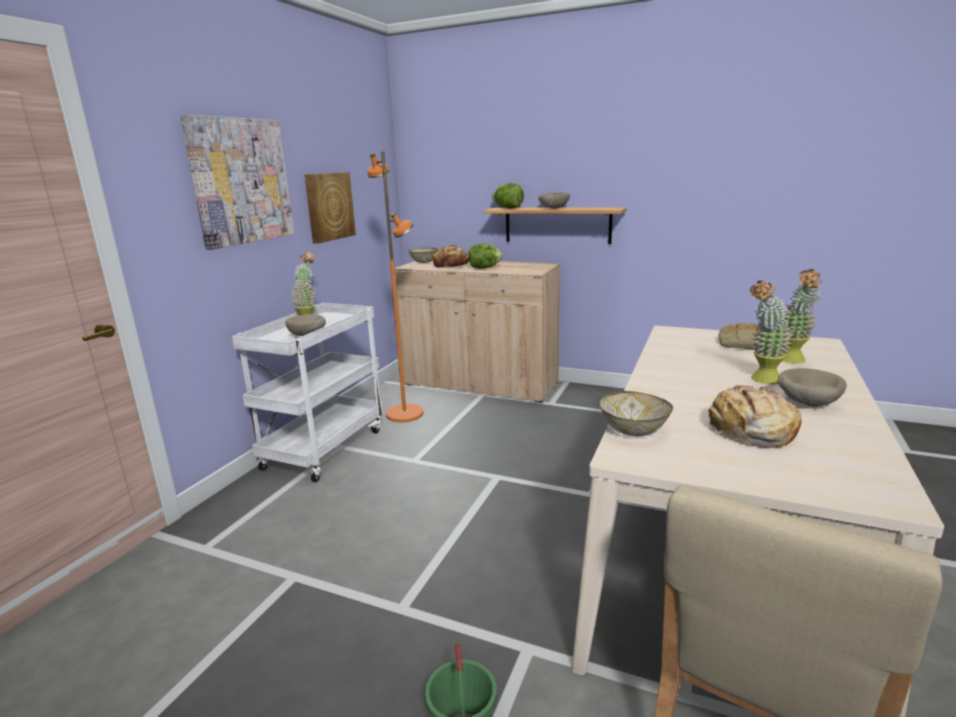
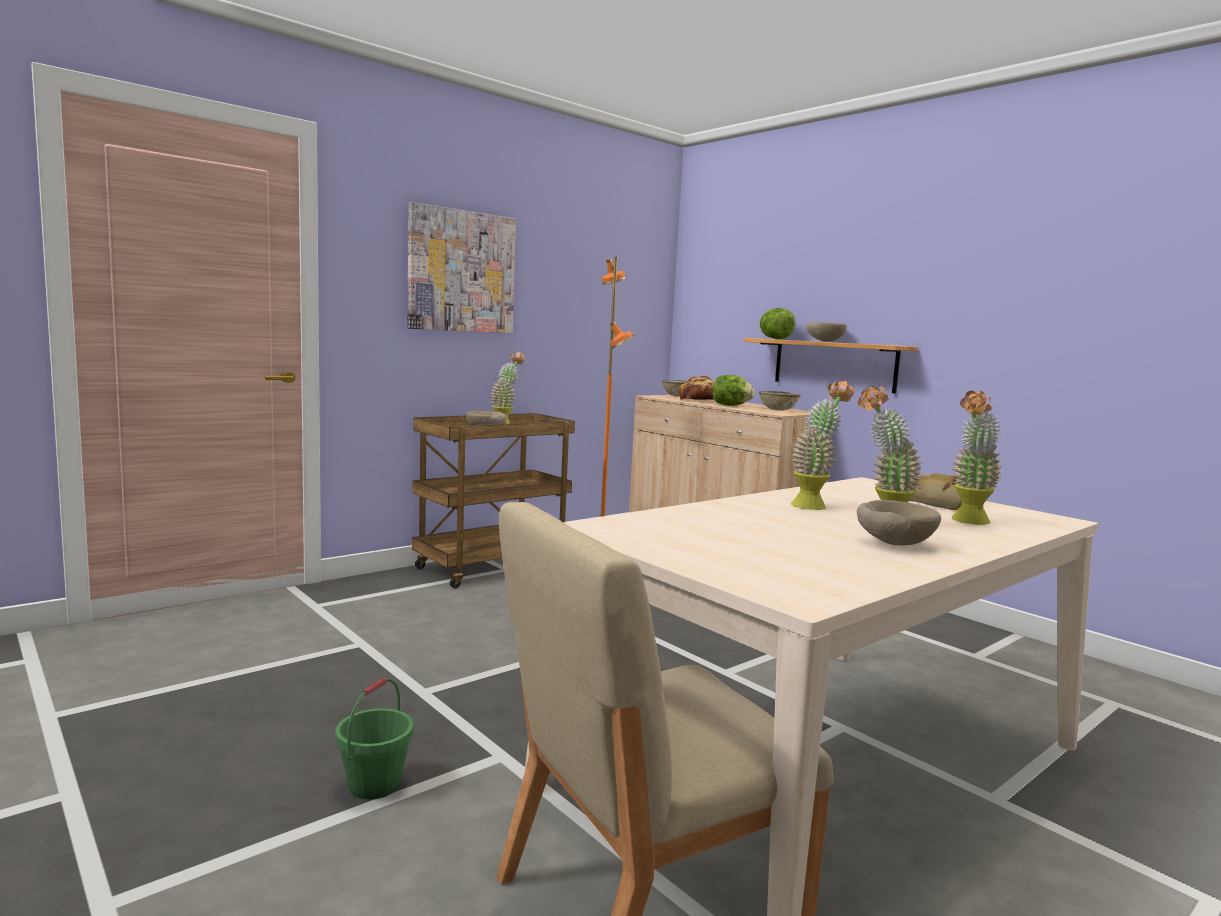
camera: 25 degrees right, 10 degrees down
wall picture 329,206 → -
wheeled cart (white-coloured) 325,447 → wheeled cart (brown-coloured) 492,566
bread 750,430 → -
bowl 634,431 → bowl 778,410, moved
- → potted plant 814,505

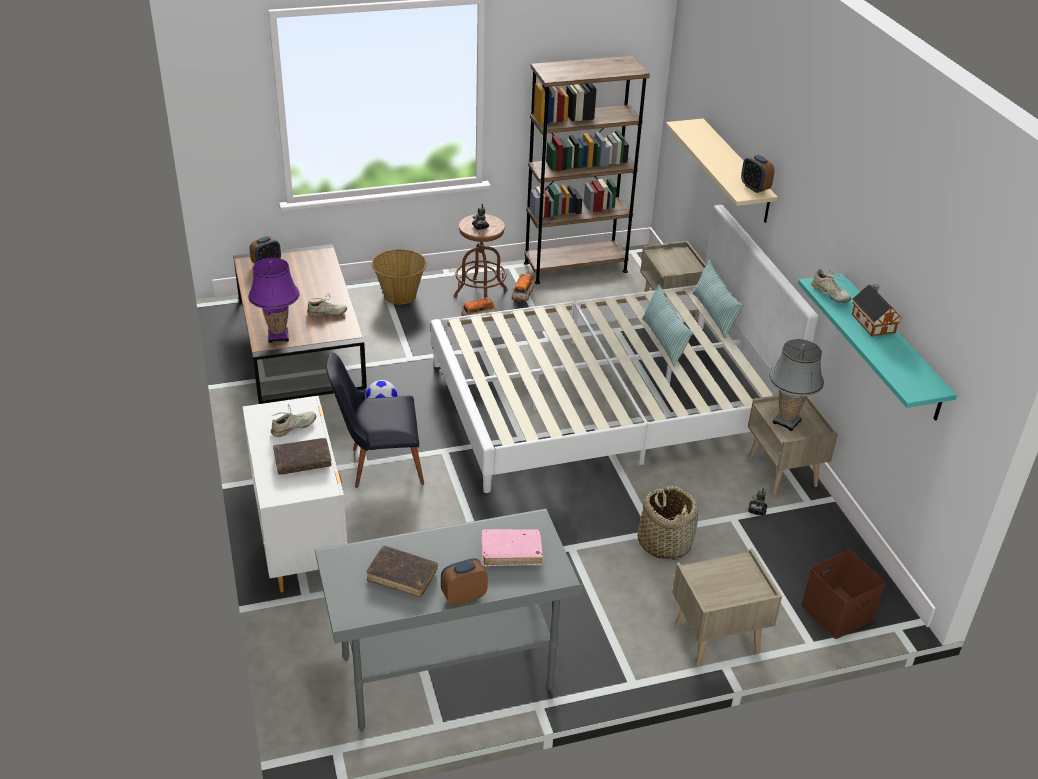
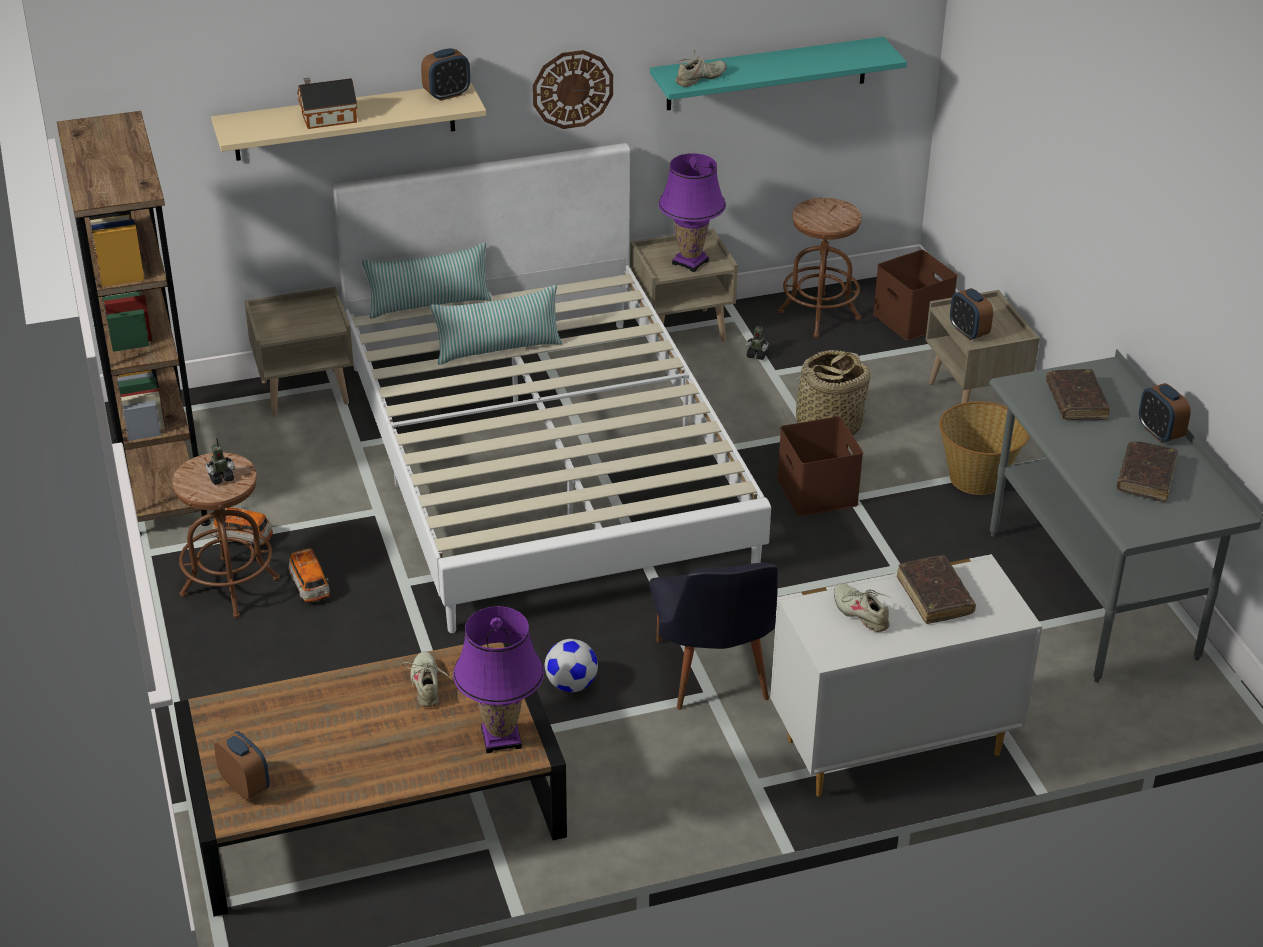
camera: 90 degrees left, 0 degrees up
household basket 400,296 → household basket 977,478, moved
toy house 872,322 → toy house 326,118, moved
table lamp (grey) 786,422 → table lamp (purplish) 690,262
volume (pink) 511,552 → volume (brown-coloured) 1076,402
- → hanging clock 572,89
- → stool (brown-coloured) 819,315
- → bedside clock 968,332
- → storage box (brown-coloured) 815,491

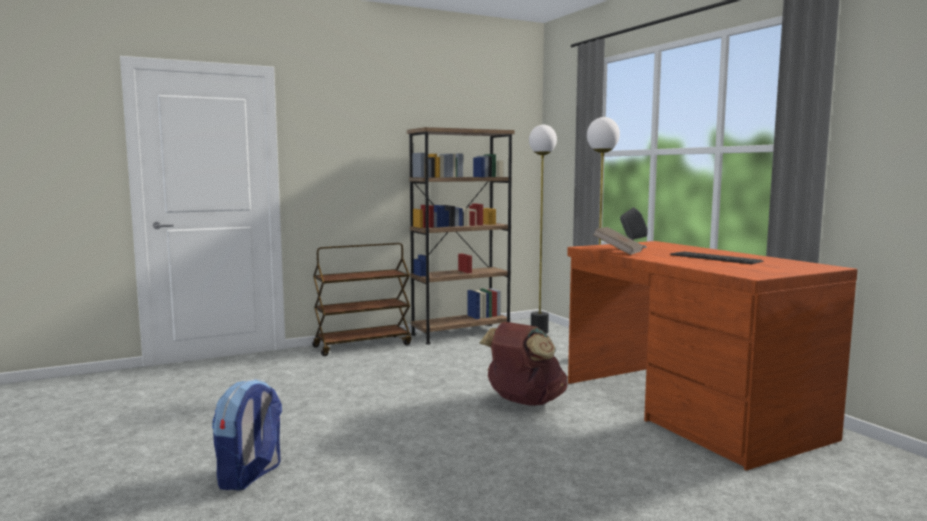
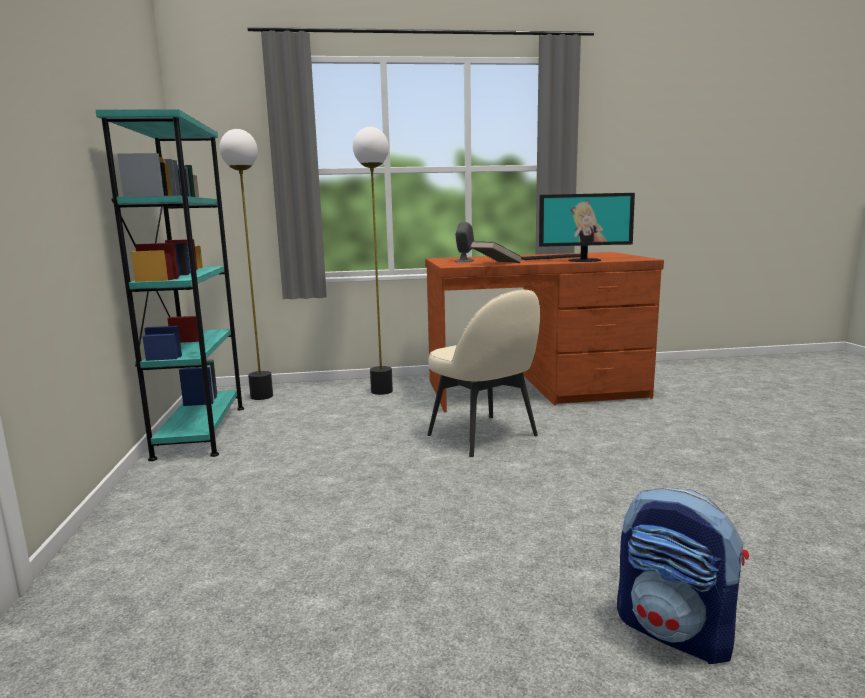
camera: 70 degrees left, 5 degrees up
shelving unit (brown-coloured) 461,333 → shelving unit (turquoise-coloured) 201,431
wheeled cart (brown-coloured) 363,345 → -
knapsack (brown-coloured) 524,402 → chair (sand-coloured) 484,436
- → computer display 584,260

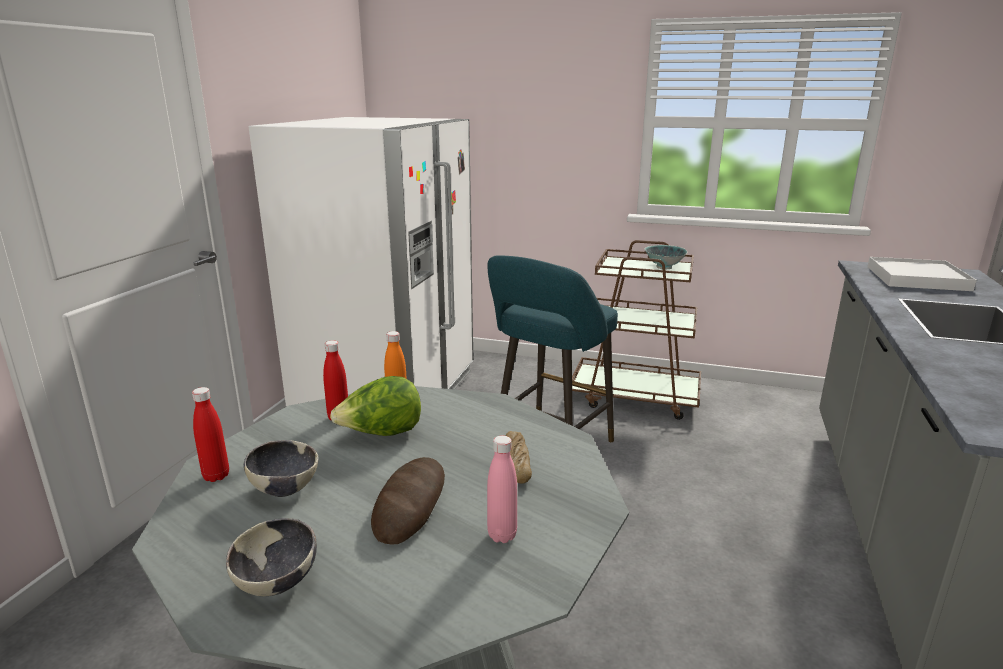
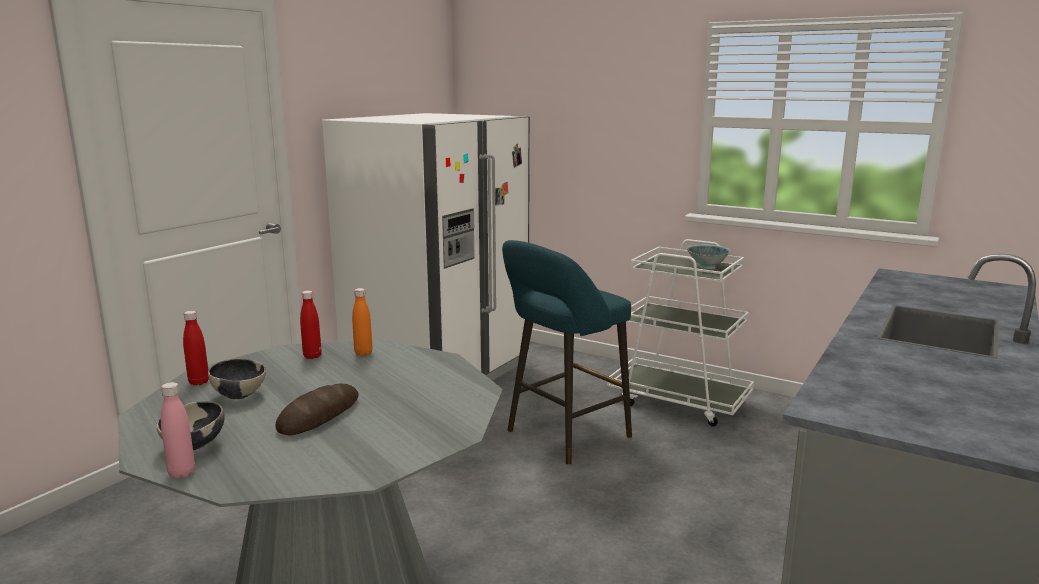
camera: 15 degrees right, 5 degrees down
wheeled cart (brown-coloured) 635,397 → wheeled cart (white-coloured) 679,401
carrying tray (white-coloured) 916,278 → -
lettuce 381,434 → -
bread 517,463 → -
beverage bottle (pink) 502,535 → beverage bottle (pink) 182,473, moved

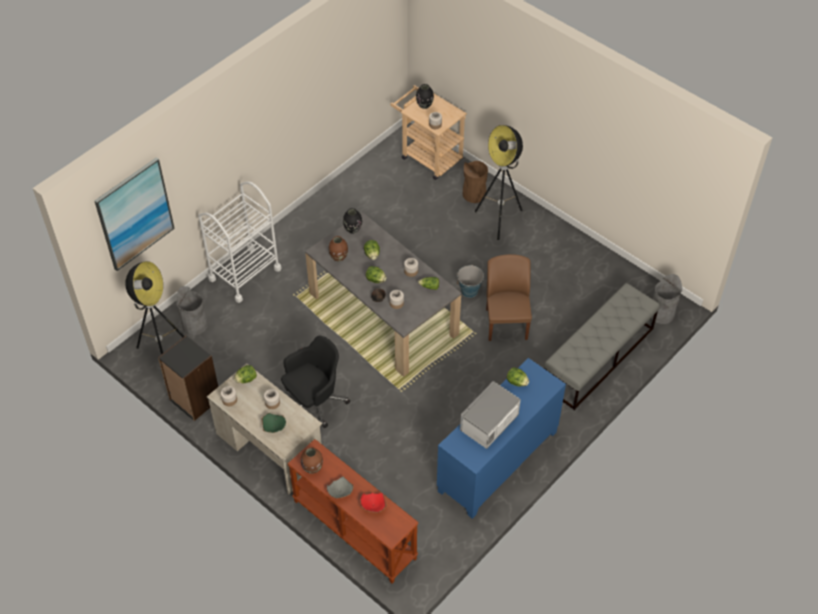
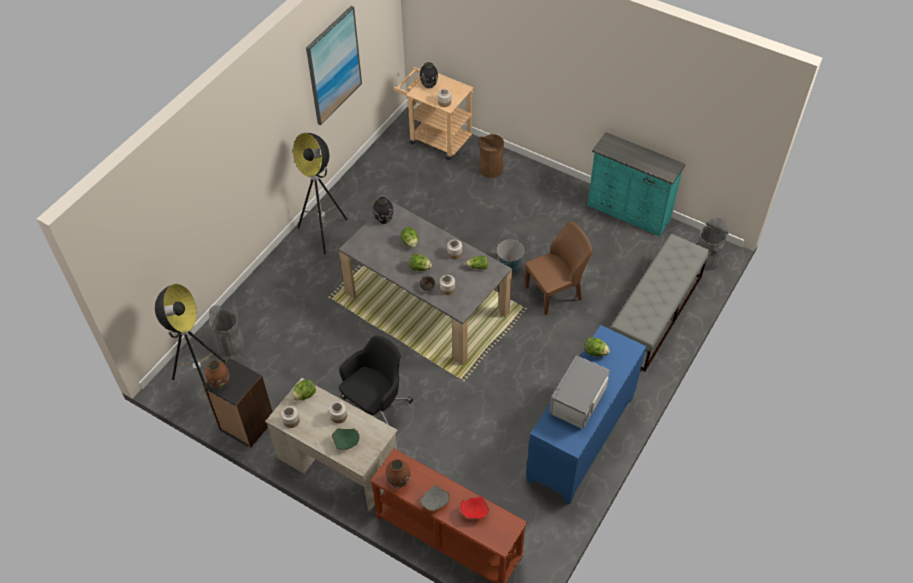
camera: 10 degrees left, 0 degrees up
standard lamp 499,220 → standard lamp 324,233, moved
wall picture 135,214 → wall picture 334,66, moved
wheeled cart (white-coloured) 245,274 → -
decorative vase (brown-coloured) 339,257 → decorative vase (brown-coloured) 220,383, moved
chair (brown-coloured) 506,323 → chair (brown-coloured) 554,293, 75 degrees clockwise
- → drawer chest (turquoise-coloured) 628,213

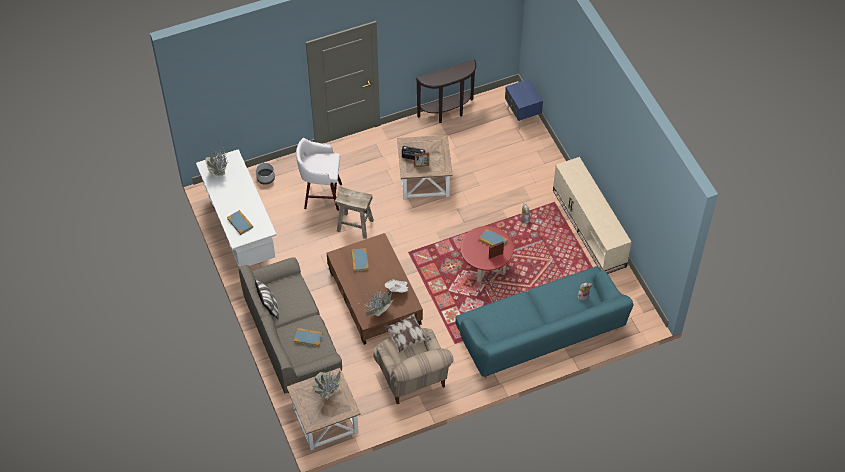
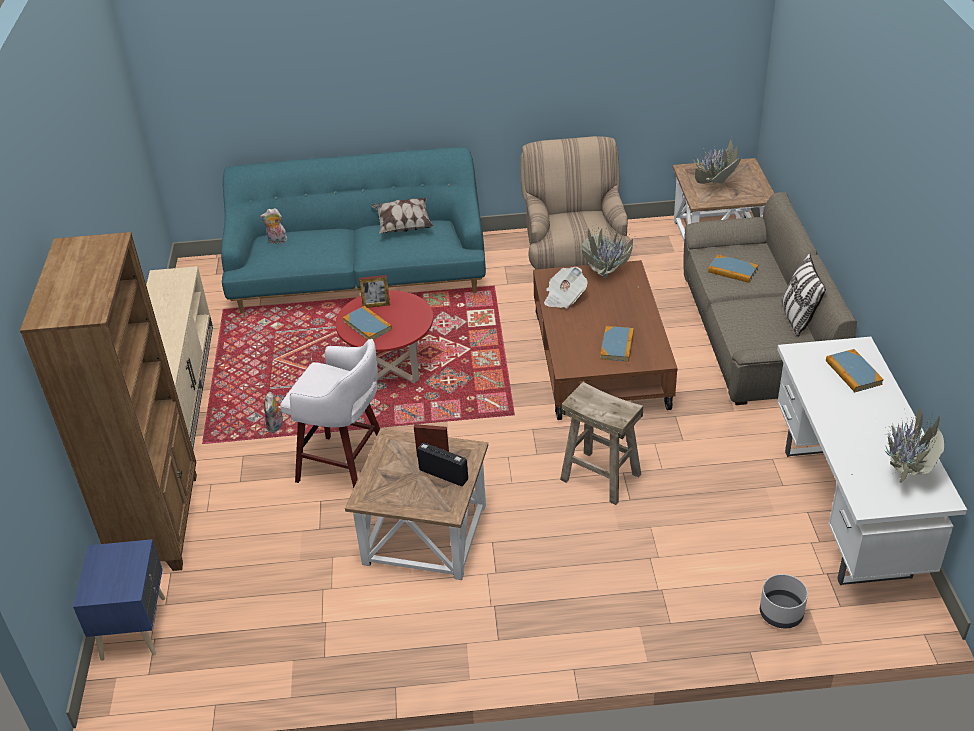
camera: 160 degrees left, 15 degrees down
hall table (brown-coloured) 448,113 → -
stool (white-coloured) 321,196 → stool (white-coloured) 346,467, moved
pillow 407,337 → pillow 403,226, moved
- → shelving unit (brown-coloured) 159,522

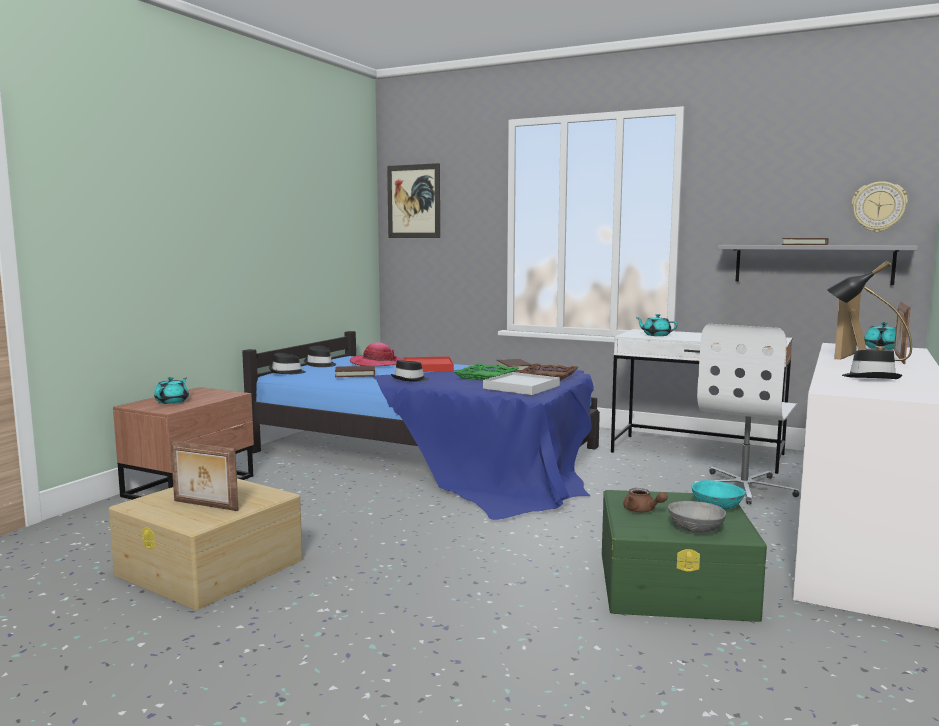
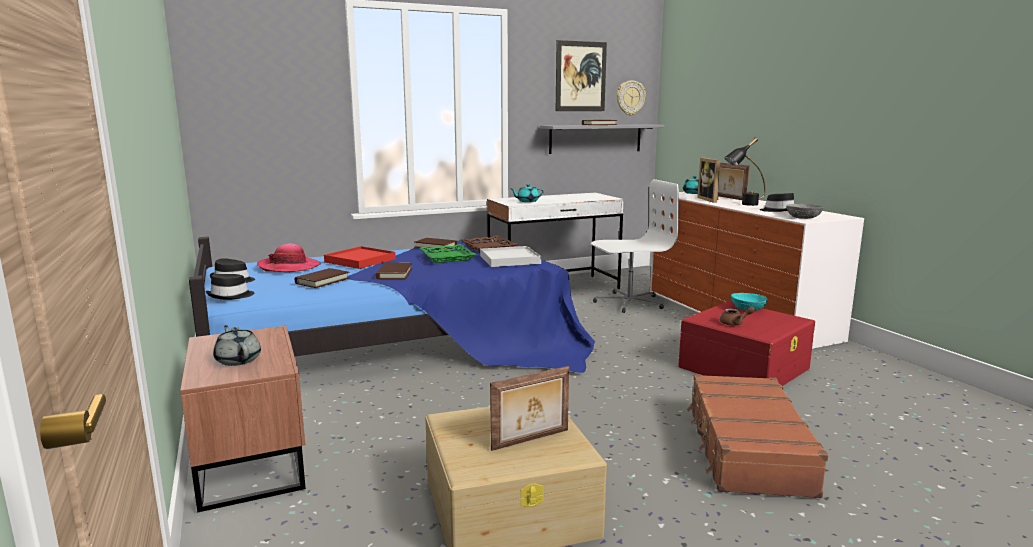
camera: 50 degrees left, 5 degrees up
wall picture 413,201 → wall picture 580,76, moved
computer chair (white-coloured) 744,488 → computer chair (white-coloured) 628,302, 90 degrees counterclockwise
wearable hat (black-coloured) 410,379 → volume (brown-coloured) 394,274
teapot (turquoise-coloured) 172,401 → teapot (grey) 238,360
storage box (green) 675,584 → storage box (red) 744,367
bowl (grey) 695,529 → bowl (grey) 803,218, moved
- → suitcase (brown-coloured) 746,449

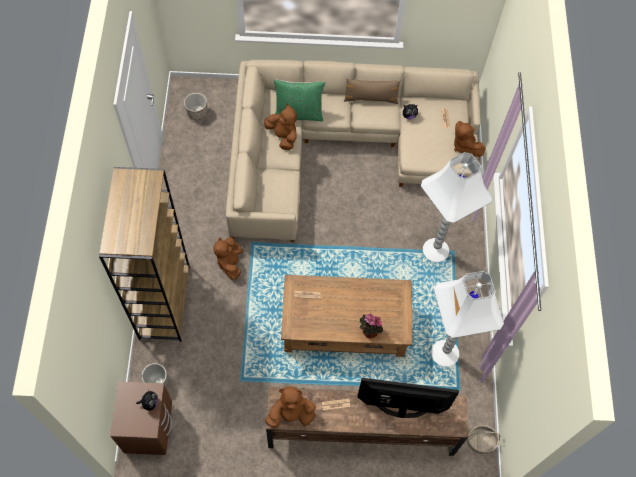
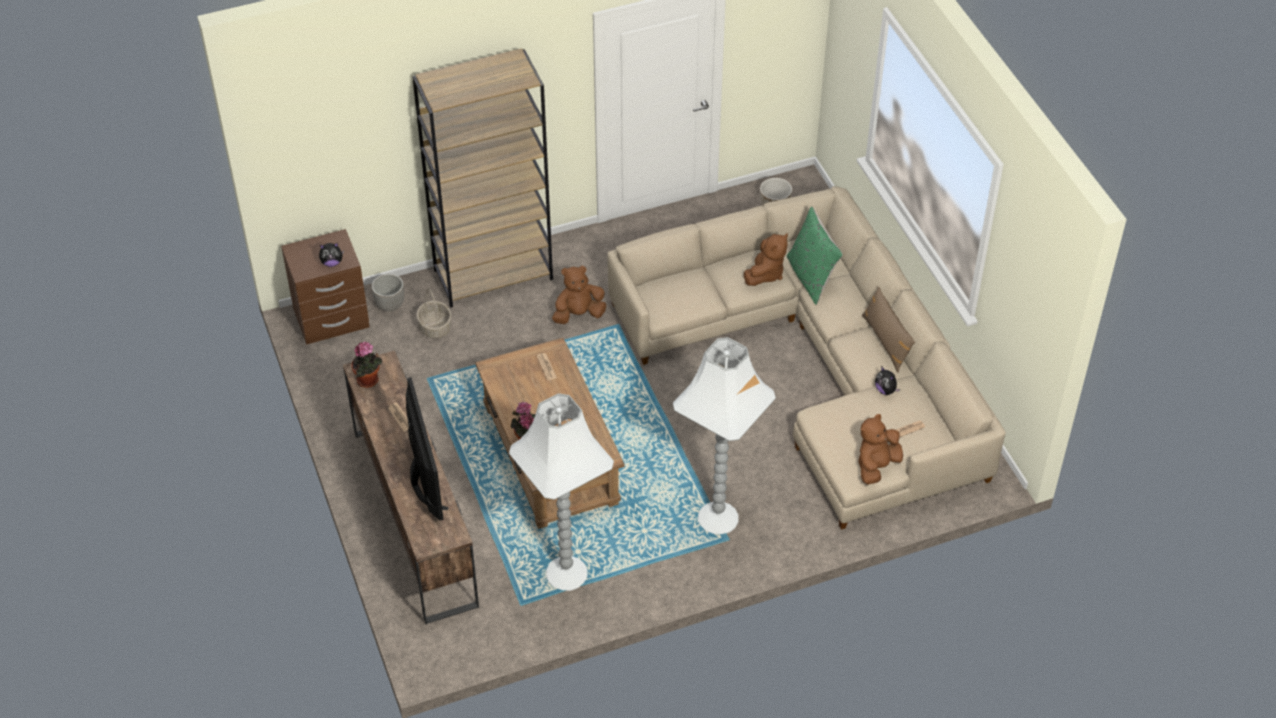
camera: 70 degrees right, 15 degrees down
soft toy (brown-coloured) 291,414 → potted plant 369,381
household basket 480,442 → household basket 435,328, moved

